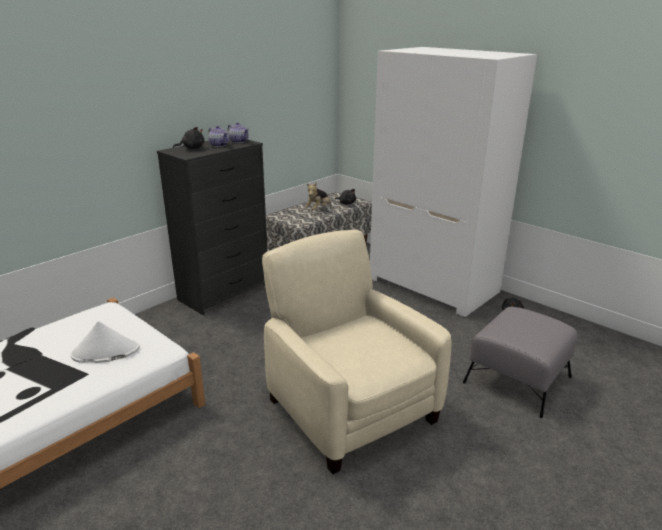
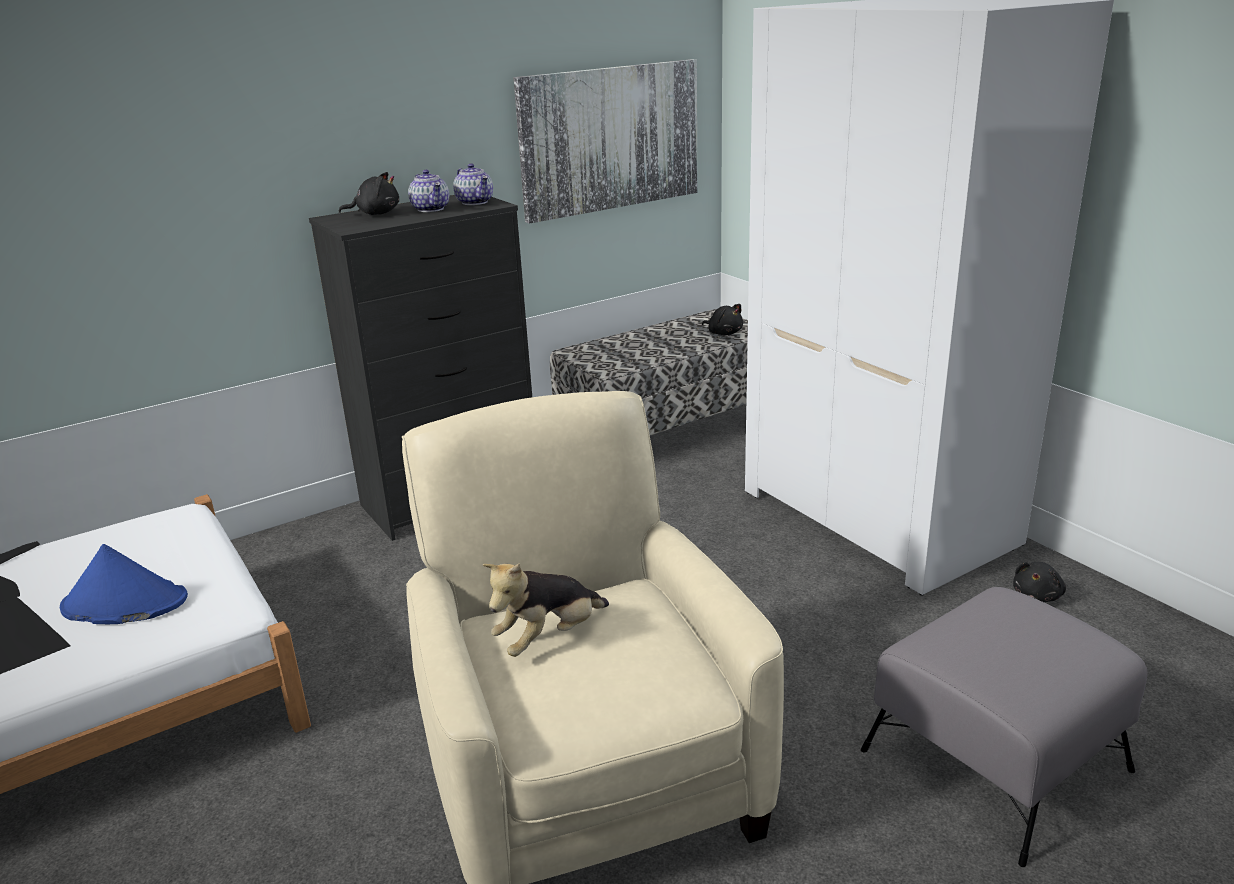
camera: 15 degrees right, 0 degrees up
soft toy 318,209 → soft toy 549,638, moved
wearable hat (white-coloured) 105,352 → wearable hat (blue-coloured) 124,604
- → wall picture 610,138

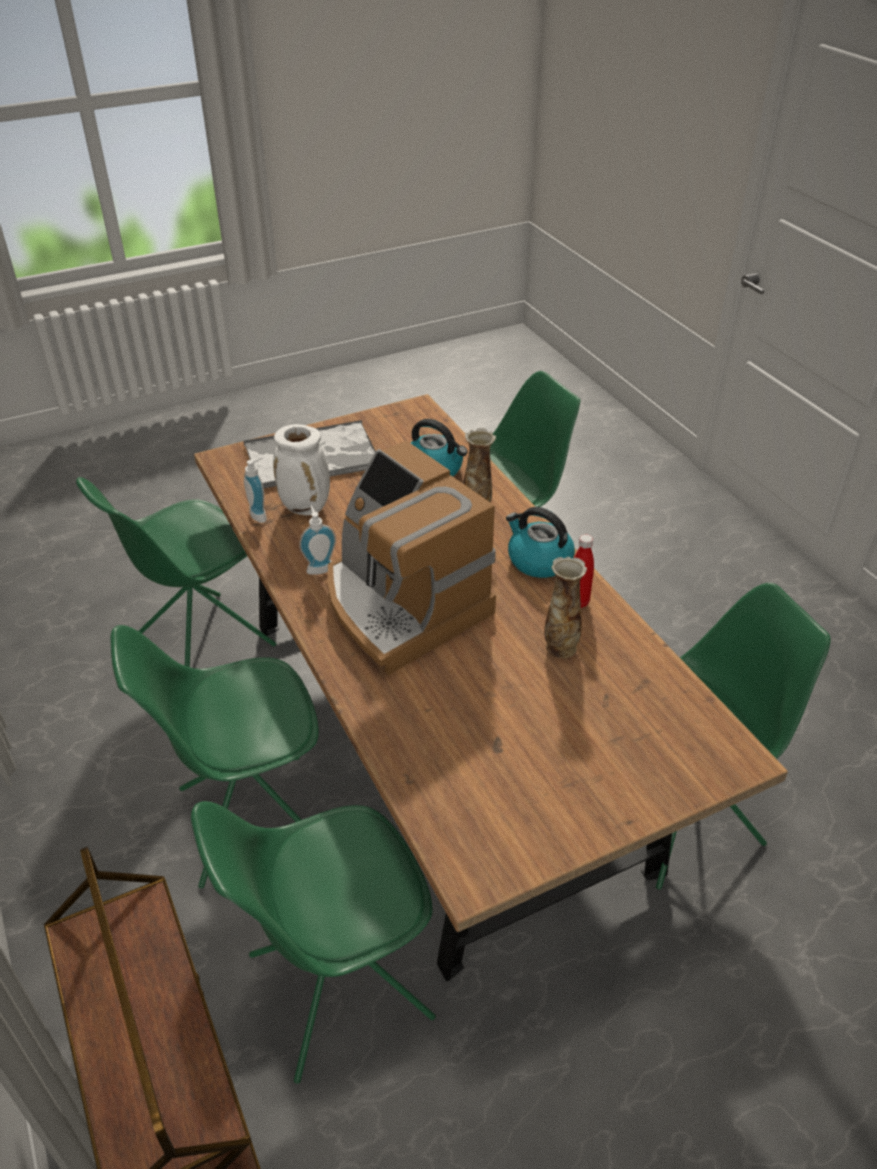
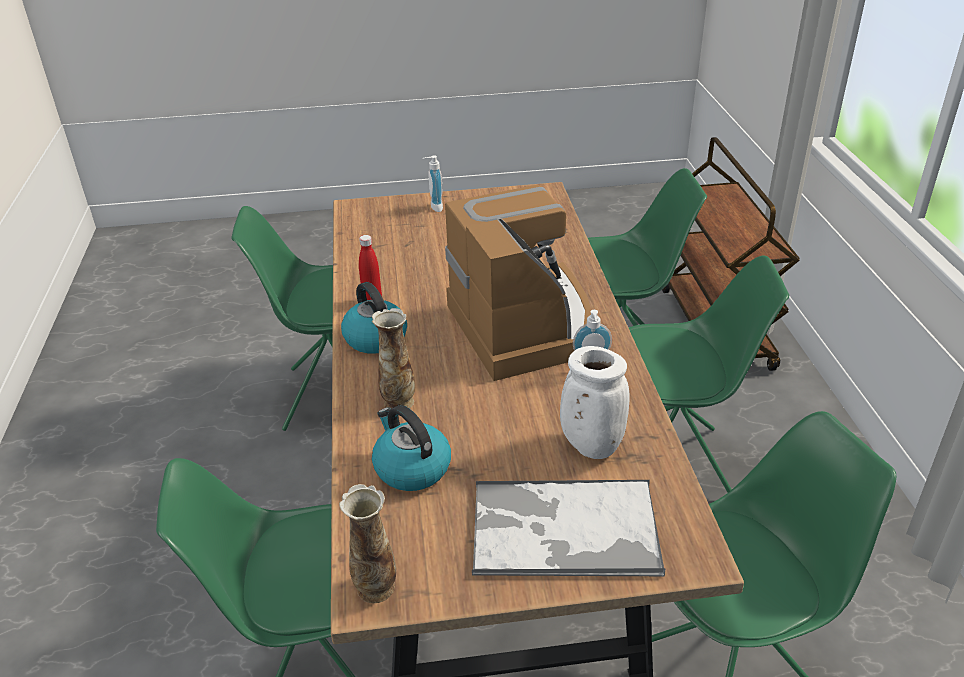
camera: 160 degrees left, 5 degrees down
soap dispenser 261,514 → soap dispenser 434,207, moved
decorative vase 560,646 → decorative vase 375,589, moved

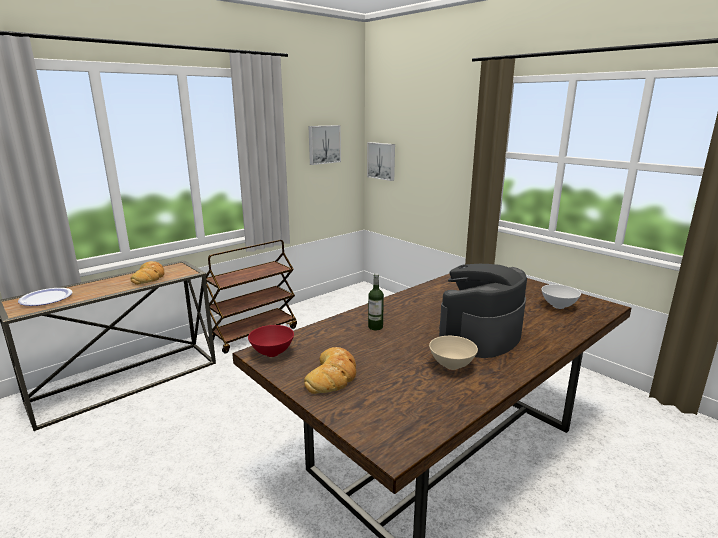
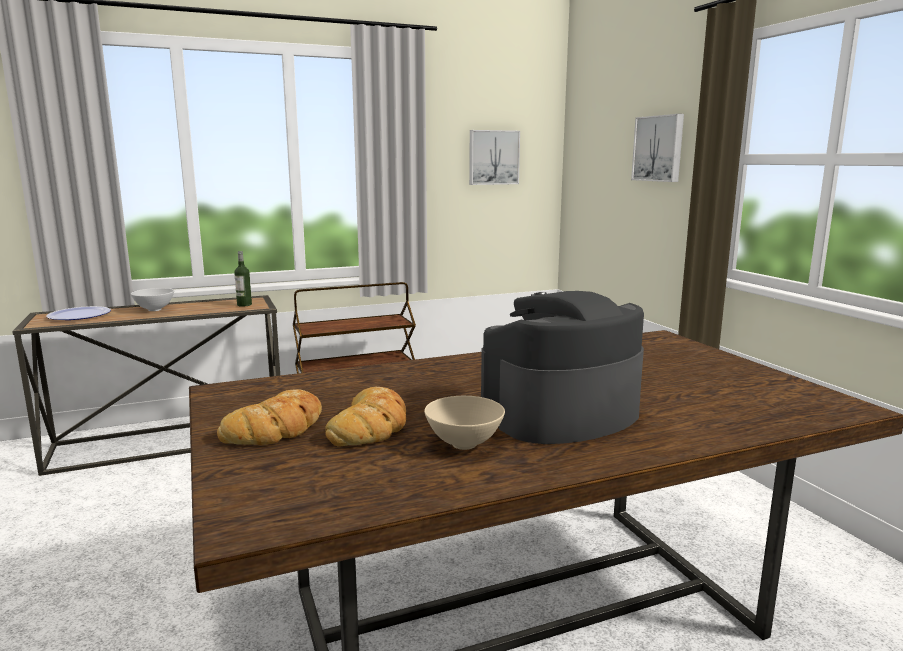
camera: 20 degrees right, 5 degrees down
wall picture 382,161 → wall picture 659,148, moved
bread 149,277 → bread 371,426, moved
beverage bottle 375,327 → beverage bottle 244,305, moved
bowl (white-coloured) 558,306 → bowl (white-coloured) 154,309, moved
bowl (red) 272,353 → -

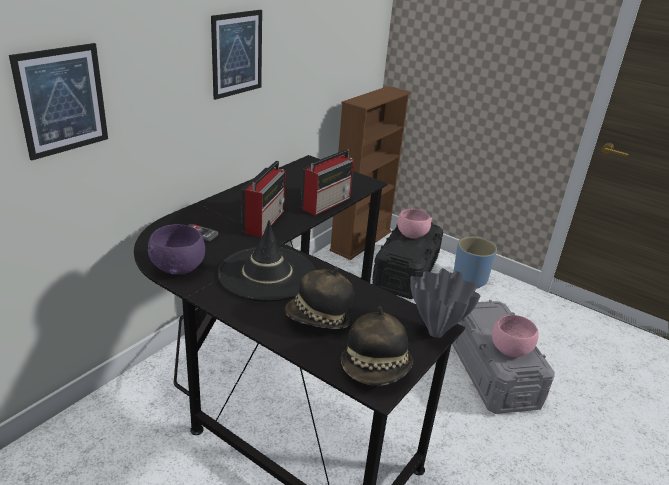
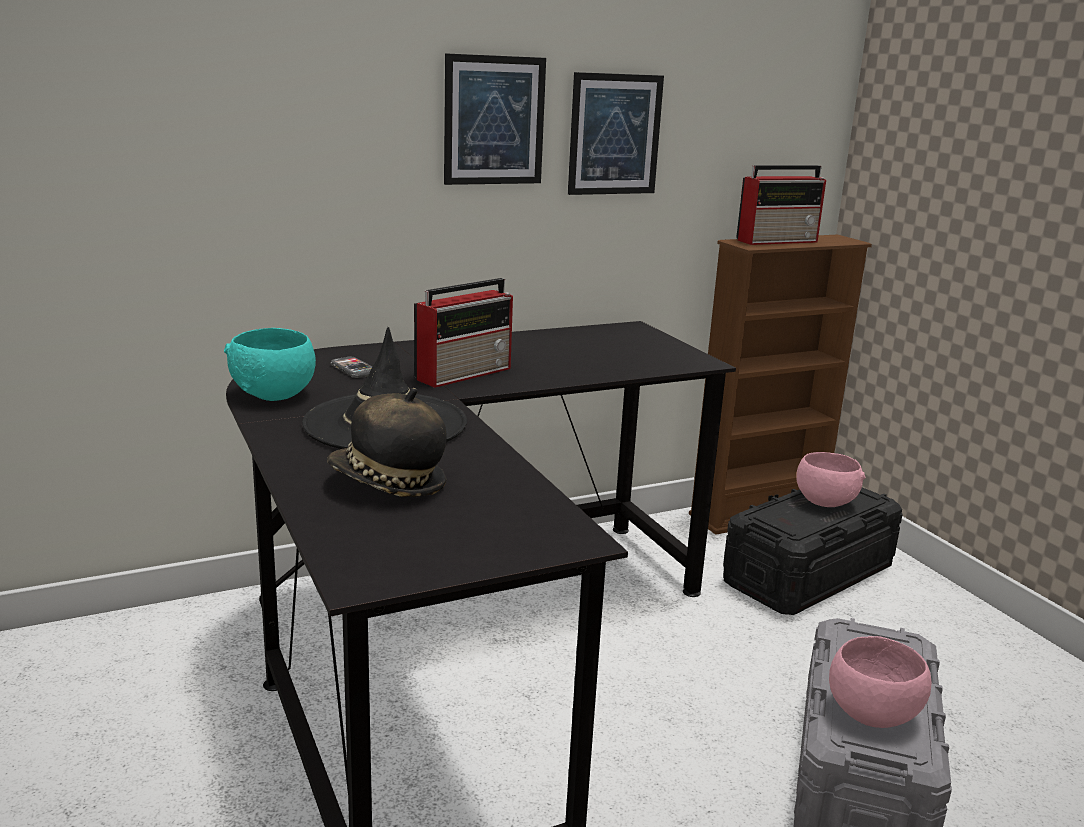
camera: 30 degrees right, 10 degrees down
wall picture 62,100 → wall picture 615,134, moved
radio receiver 327,203 → radio receiver 778,241, moved
bowl (purplish) 179,268 → bowl (turquoise-coloured) 275,395
planter (blue-coloured) 470,279 → -
decorative vase (grey) 437,333 → -
wearable hat 376,369 → -

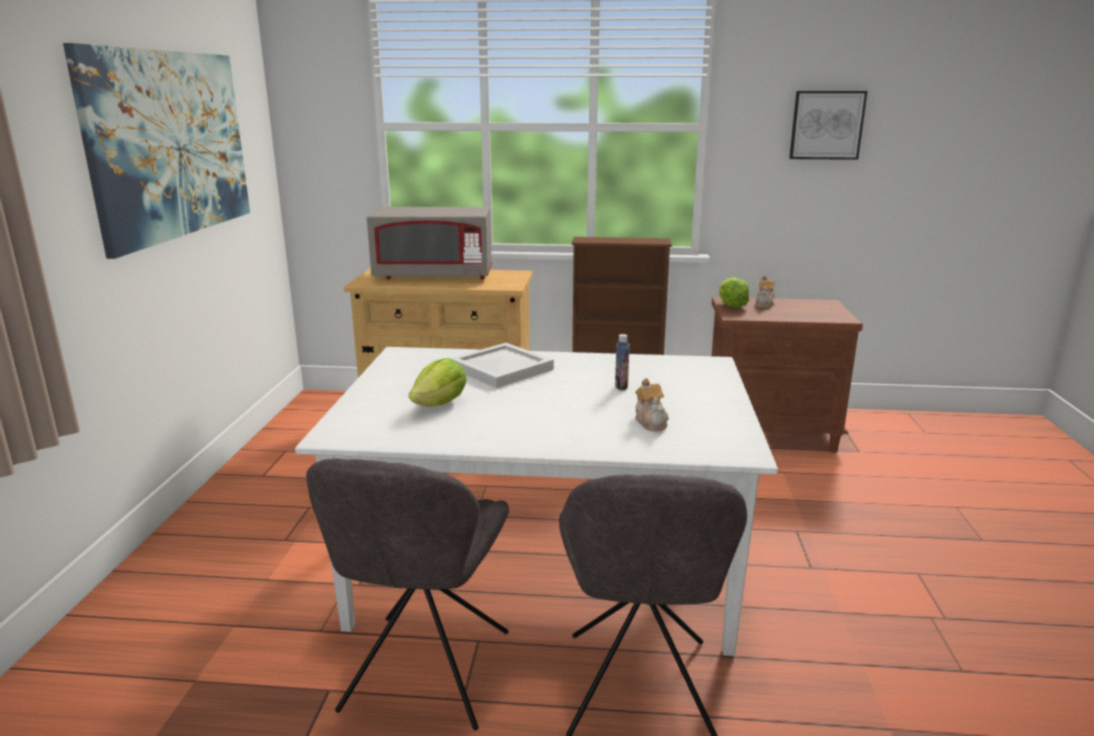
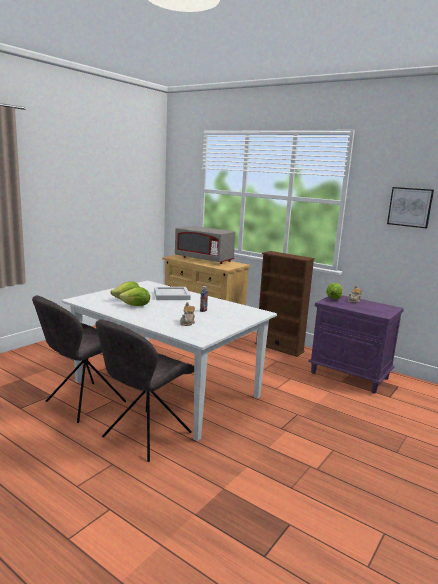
camera: 30 degrees right, 5 degrees down
wall picture 171,144 → -
bedside table (brown-coloured) 771,434 → bedside table (purplish) 350,376
- → lettuce 136,306

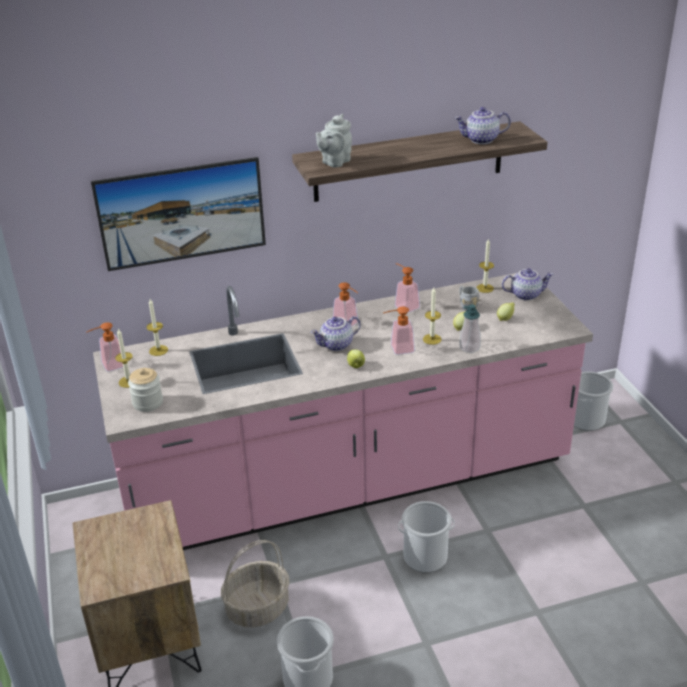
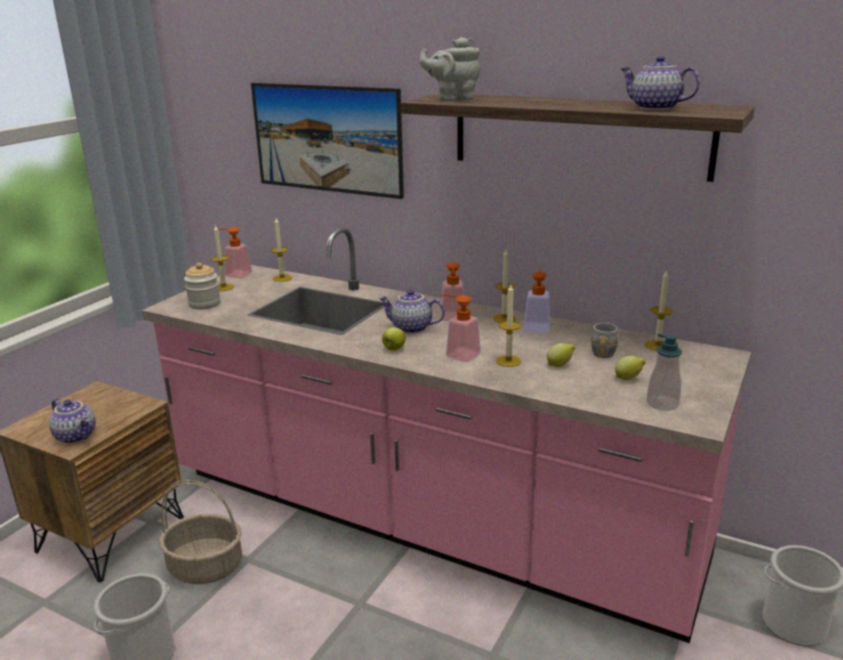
camera: 45 degrees right, 10 degrees down
teapot 526,295 → teapot 77,436, moved
soap dispenser 469,347 → soap dispenser 662,404, moved
pail 425,556 → -
- → candle 504,318

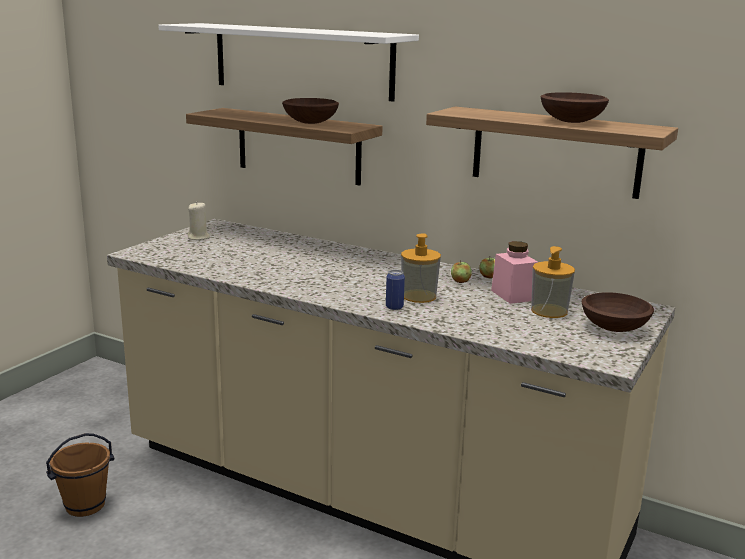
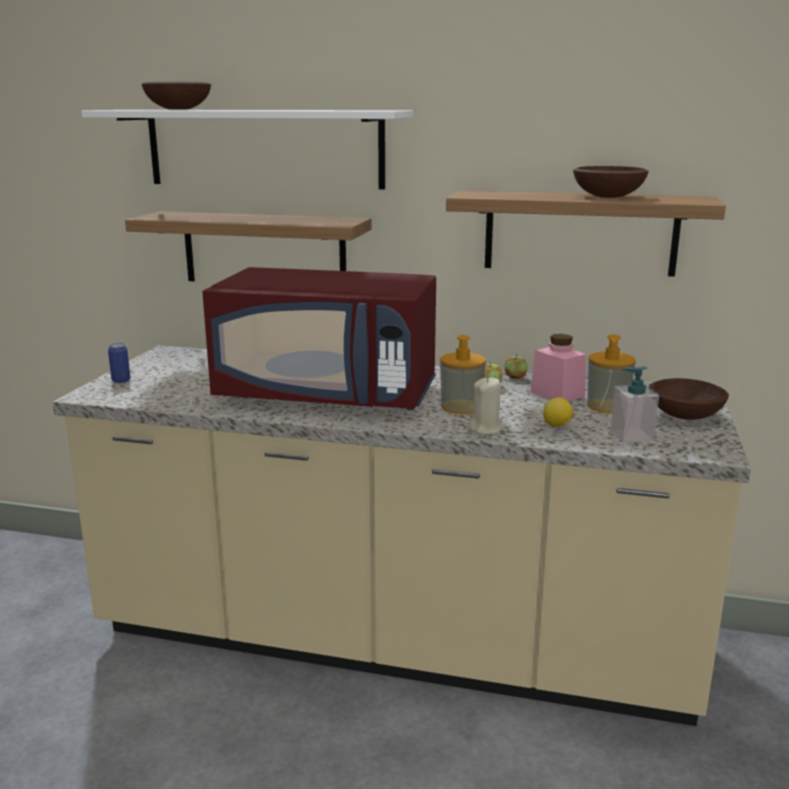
camera: 15 degrees left, 0 degrees up
bowl (brown-coloured) 309,122 → bowl (brown-coloured) 177,109, moved
candle (sand-coloured) 199,237 → candle (sand-coloured) 486,429, moved
sealed can 394,307 → sealed can 121,381, moved
pail (brown-coloured) 85,505 → -
- → kitchen microwave (red) 329,395
- → soap dispenser 631,436
- → lemon 557,426

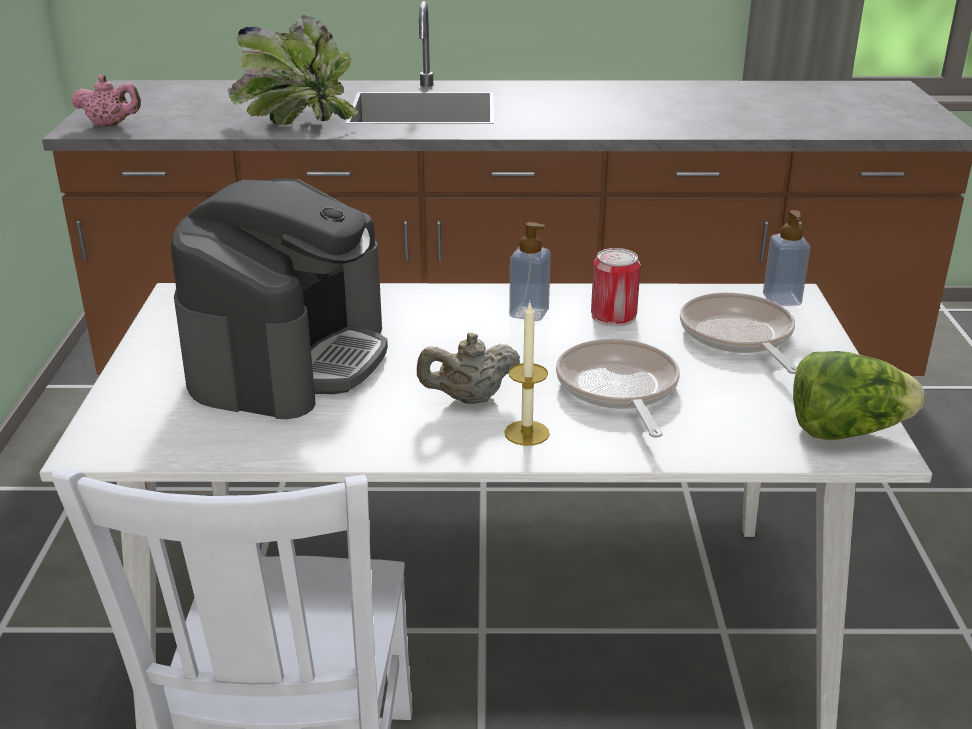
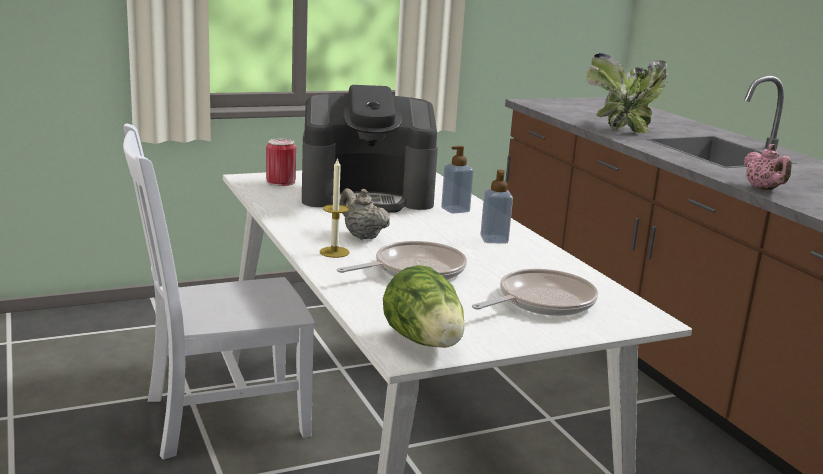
camera: 65 degrees right, 10 degrees down
teapot (pink) 110,125 → teapot (pink) 763,189, moved
soap dispenser 781,299 → soap dispenser 455,210, moved
sealed can 613,316 → sealed can 281,182, moved

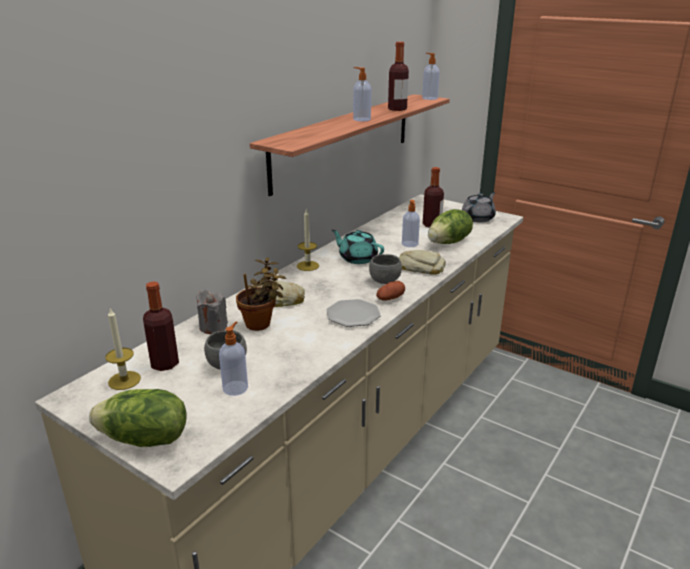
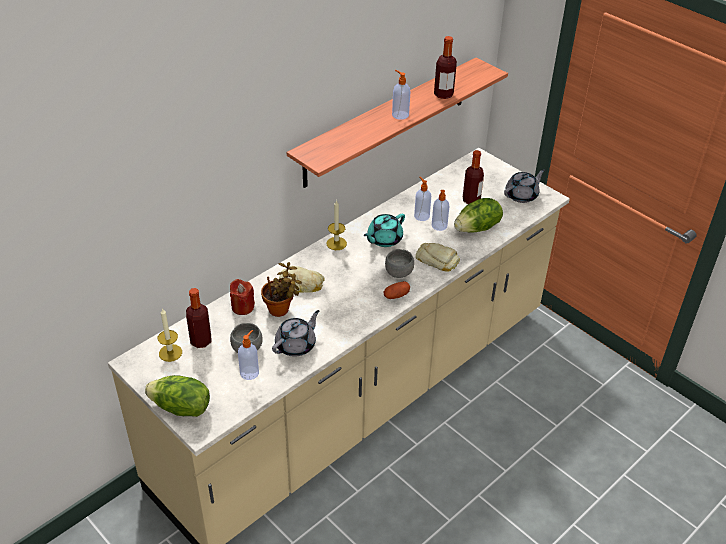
camera: 10 degrees right, 15 degrees up
soap dispenser 429,98 → soap dispenser 421,216, moved
teapot (turquoise-coloured) 357,258 → teapot (turquoise-coloured) 384,239, 90 degrees counterclockwise
candle (grey) 213,327 → candle (red) 242,307
flat dish 352,315 → -
- → teapot (grey) 296,345

